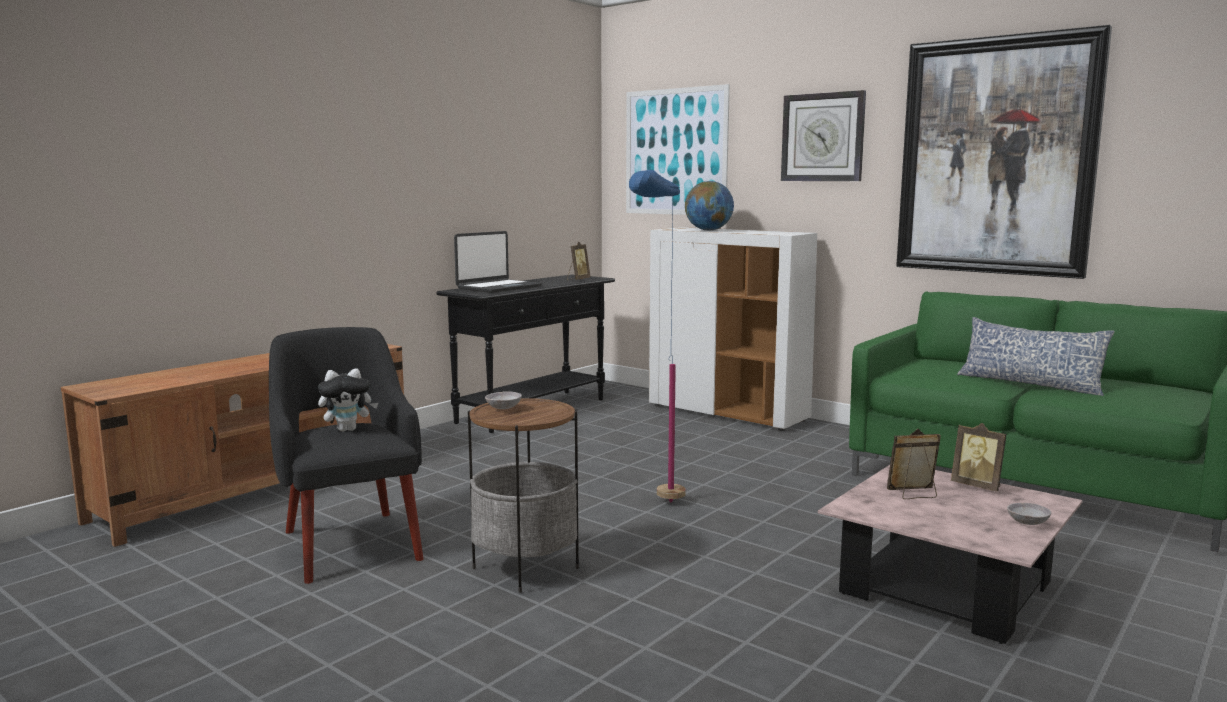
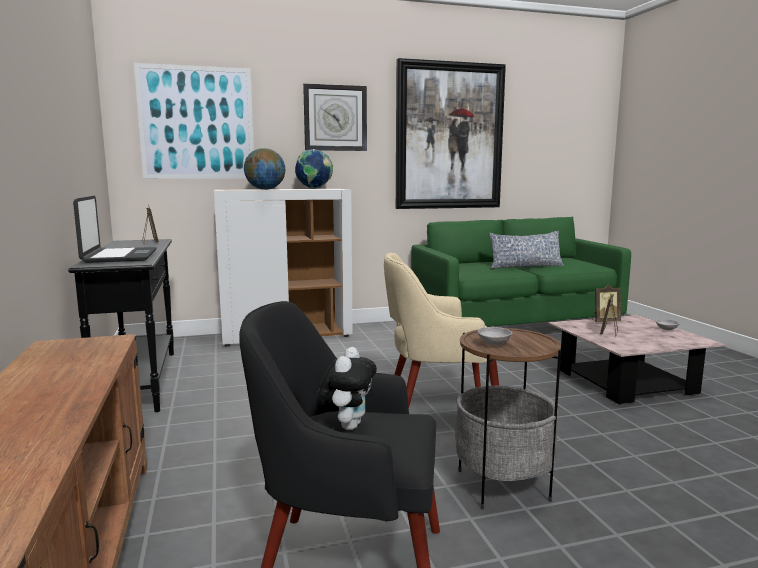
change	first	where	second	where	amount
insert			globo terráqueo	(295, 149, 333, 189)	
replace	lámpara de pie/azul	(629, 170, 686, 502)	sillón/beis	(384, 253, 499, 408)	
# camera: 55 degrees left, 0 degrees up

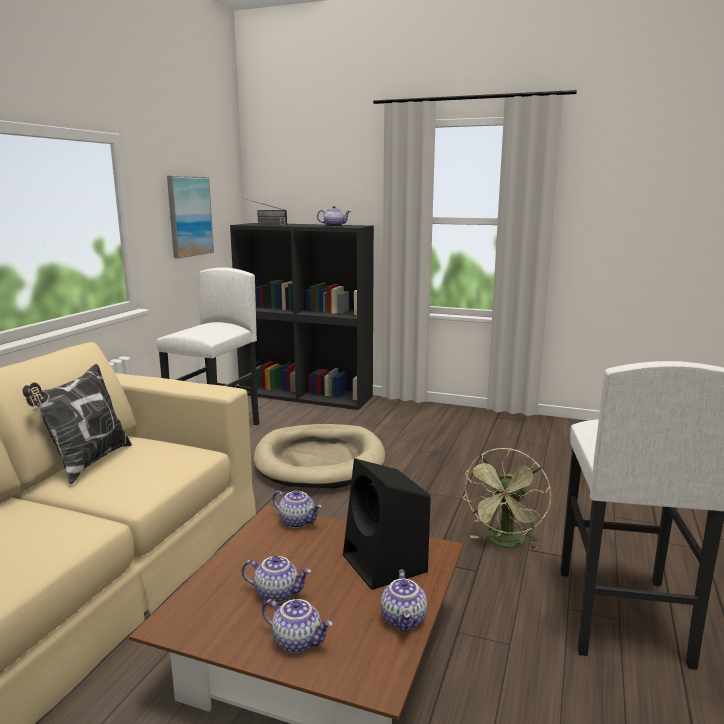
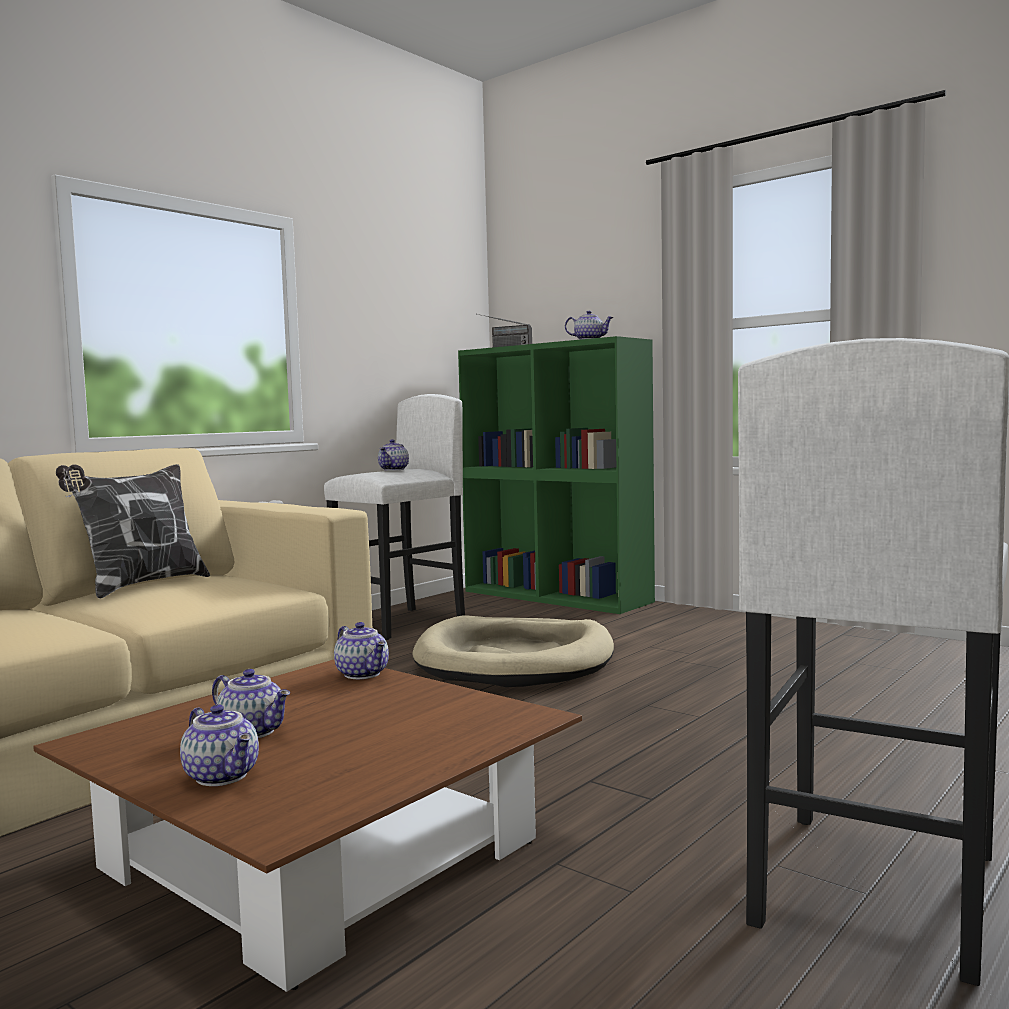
change	first	where	second	where	amount
move	tetera	(381, 569, 427, 631)		(378, 439, 409, 471)	
recolor	estantería/negro	(230, 223, 374, 410)	estantería/verde	(458, 336, 655, 614)	
delete	cuadro	(167, 176, 214, 258)			
delete	altavoz/negro	(343, 458, 431, 590)			
delete	ventilador/verde	(462, 448, 551, 550)			
# camera: 20 degrees right, 10 degrees down

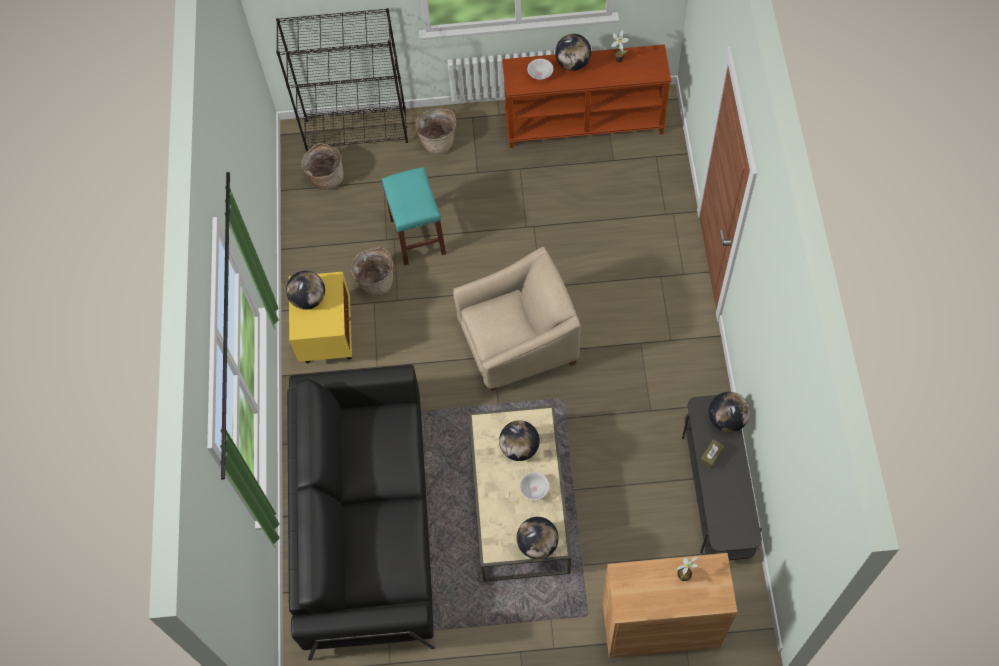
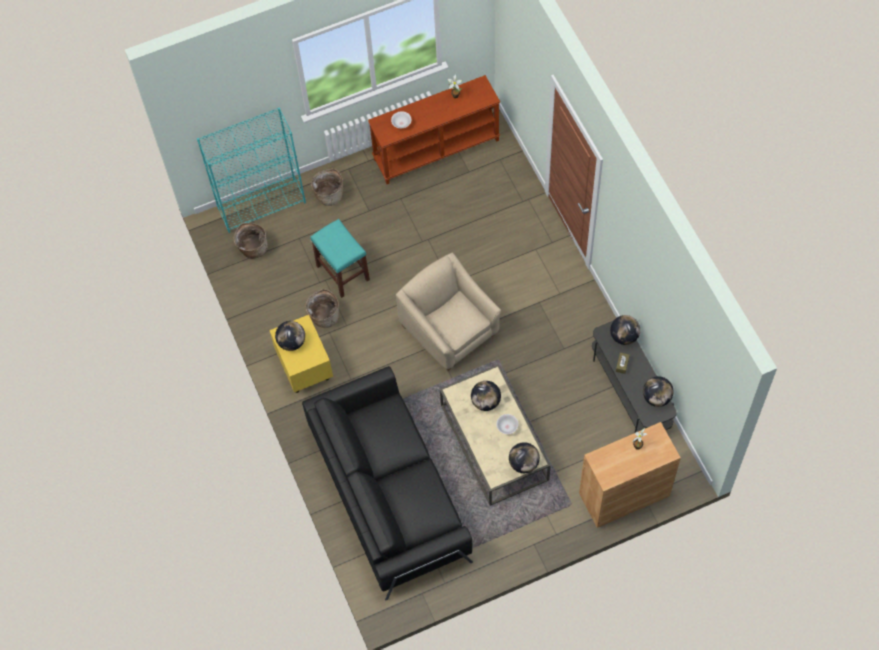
change	first	where	second	where	amount
recolor	estantería/negro	(276, 8, 408, 152)	estantería/turquesa	(197, 108, 306, 233)	
rotate	sillón/beis	(453, 247, 580, 391)		(396, 253, 501, 371)	90 degrees counterclockwise
move	globo terráqueo	(555, 34, 591, 71)		(643, 376, 674, 407)	
# camera: 20 degrees left, 0 degrees up

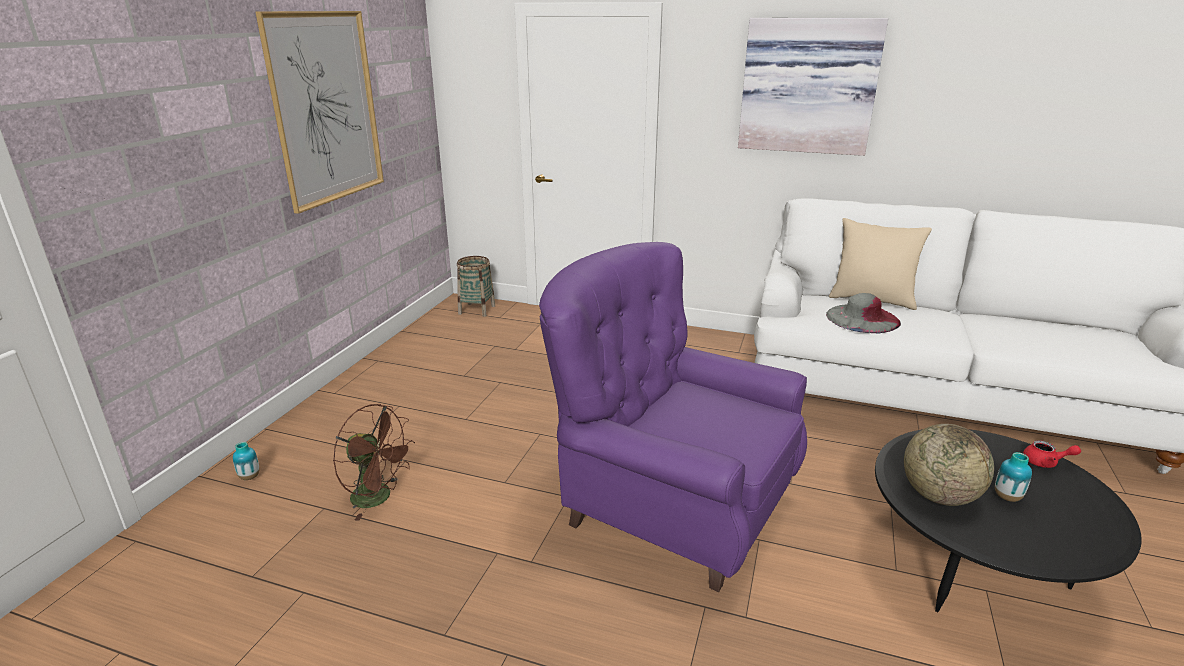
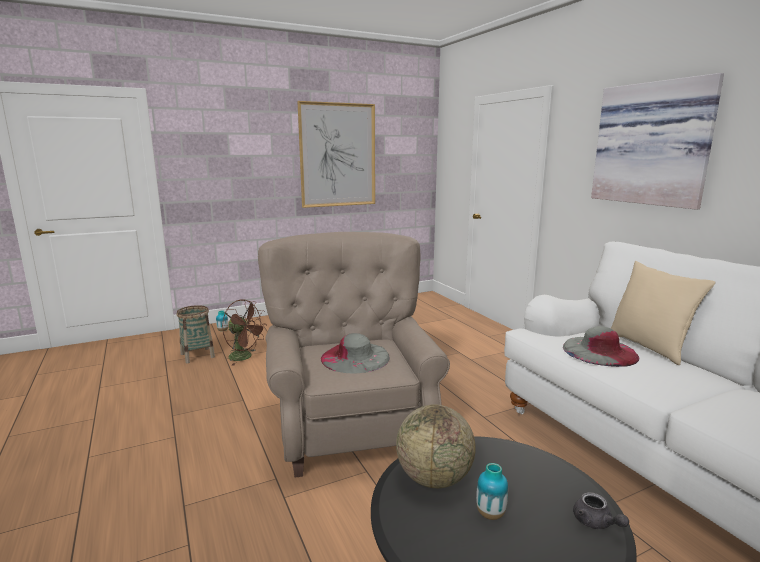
change	first	where	second	where	amount
move	cesta	(457, 256, 495, 317)		(177, 305, 215, 364)	
rotate	ventilador/marrón	(333, 404, 415, 520)		(222, 299, 267, 366)	45 degrees counterclockwise
recolor	sillón/morado	(539, 242, 807, 592)	sillón/beis	(258, 232, 450, 478)	
insert			sombrero/gris	(321, 333, 390, 374)	
recolor	tetera/rojo	(1023, 440, 1081, 468)	tetera/gris	(573, 492, 629, 529)	
# camera: 45 degrees right, 10 degrees down

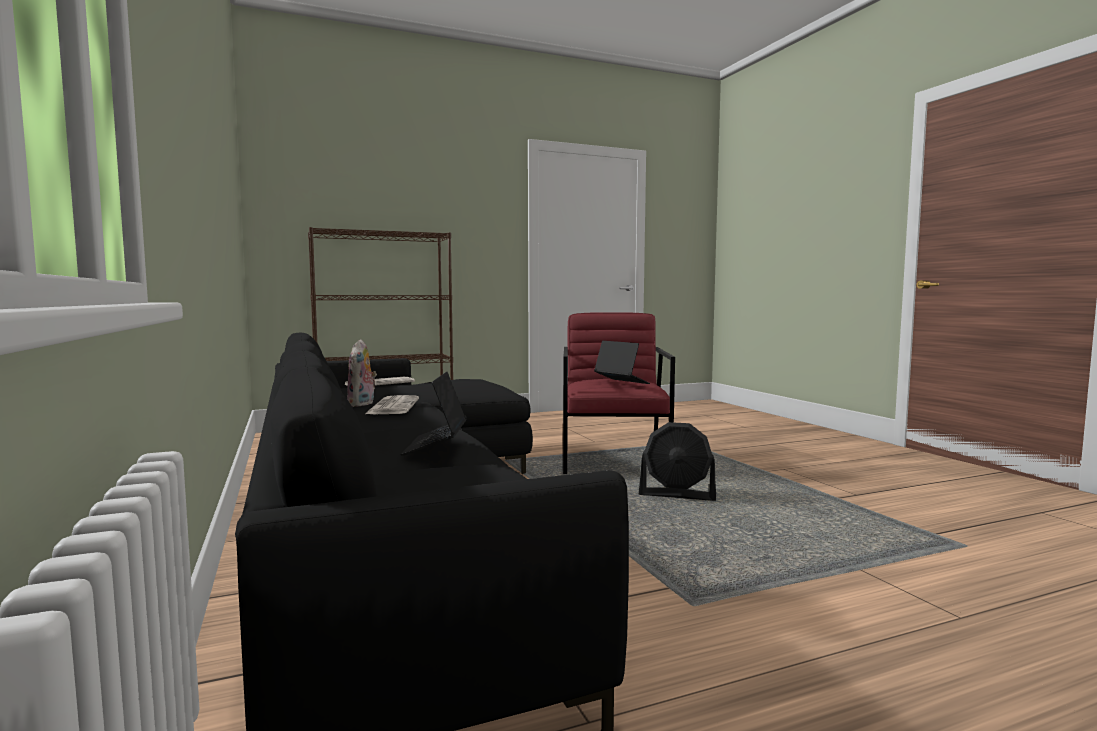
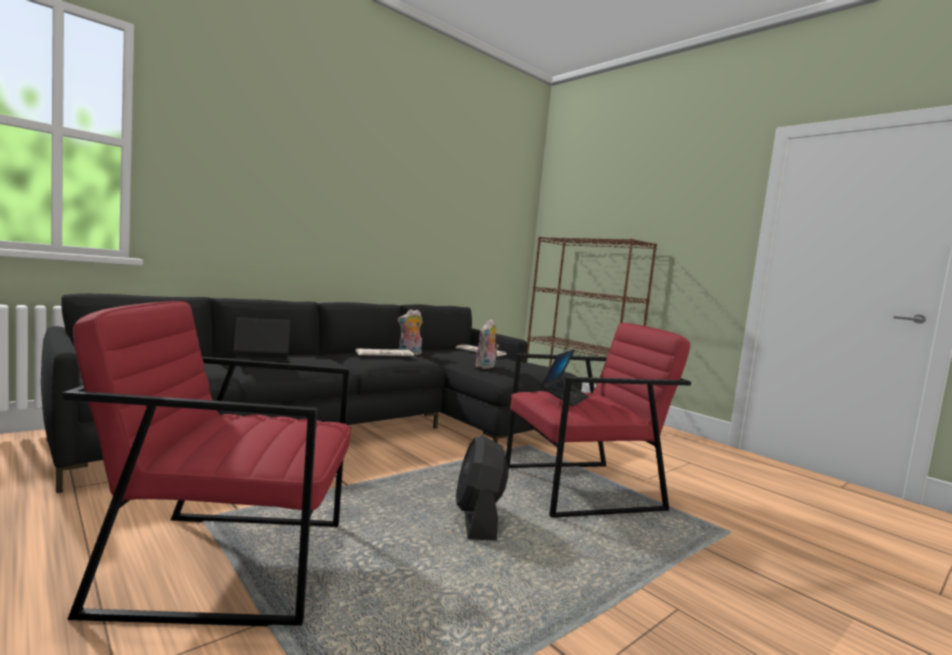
change	first	where	second	where	amount
insert			sillón/rojo	(62, 301, 351, 626)	
insert			peluche	(475, 319, 499, 369)	
# camera: 70 degrees right, 0 degrees up

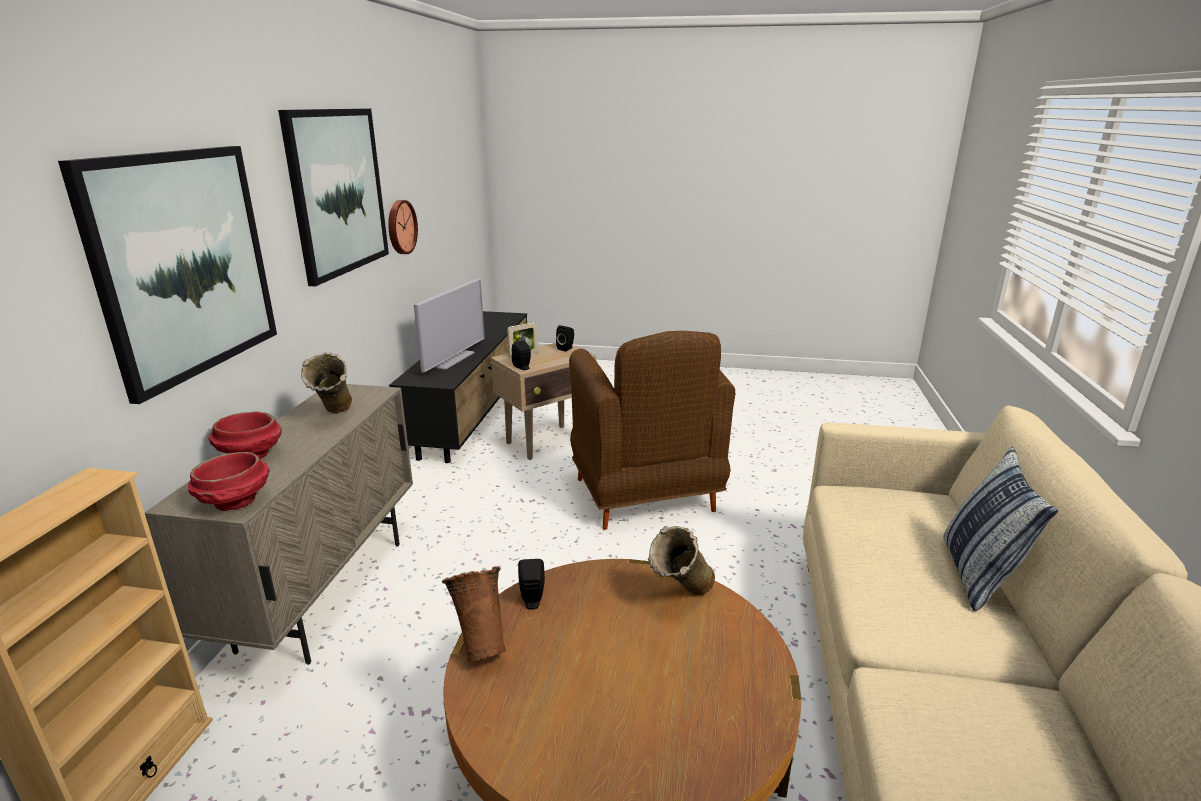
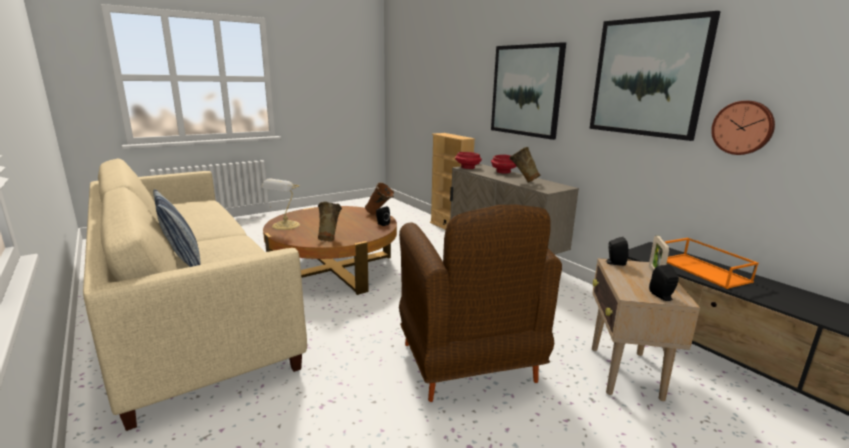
change	first	where	second	where	amount
insert			lámpara de mesa	(261, 179, 300, 230)	
rotate	sillón/marrón	(569, 331, 735, 530)		(399, 205, 562, 402)	135 degrees counterclockwise
replace	televisor	(414, 278, 485, 373)	bandeja/naranja	(665, 238, 759, 289)	
# camera: 135 degrees right, 5 degrees down

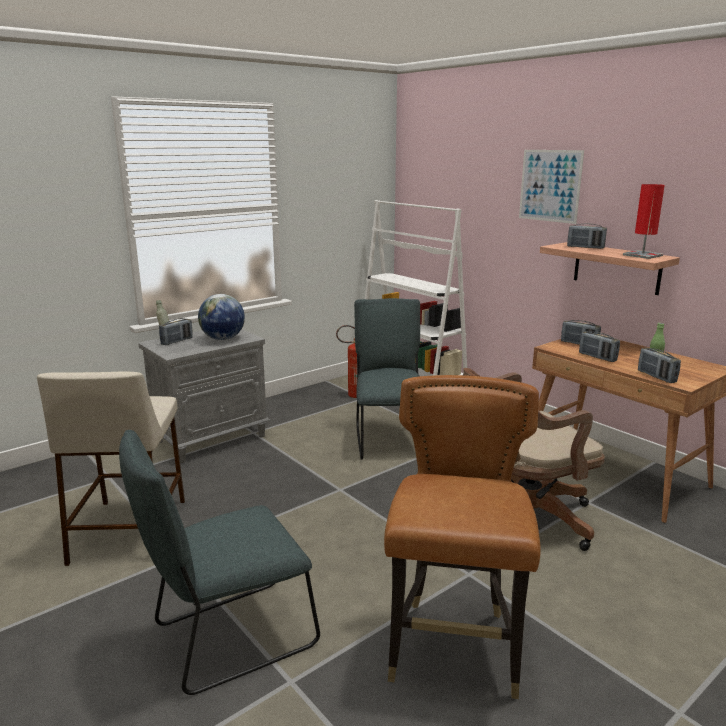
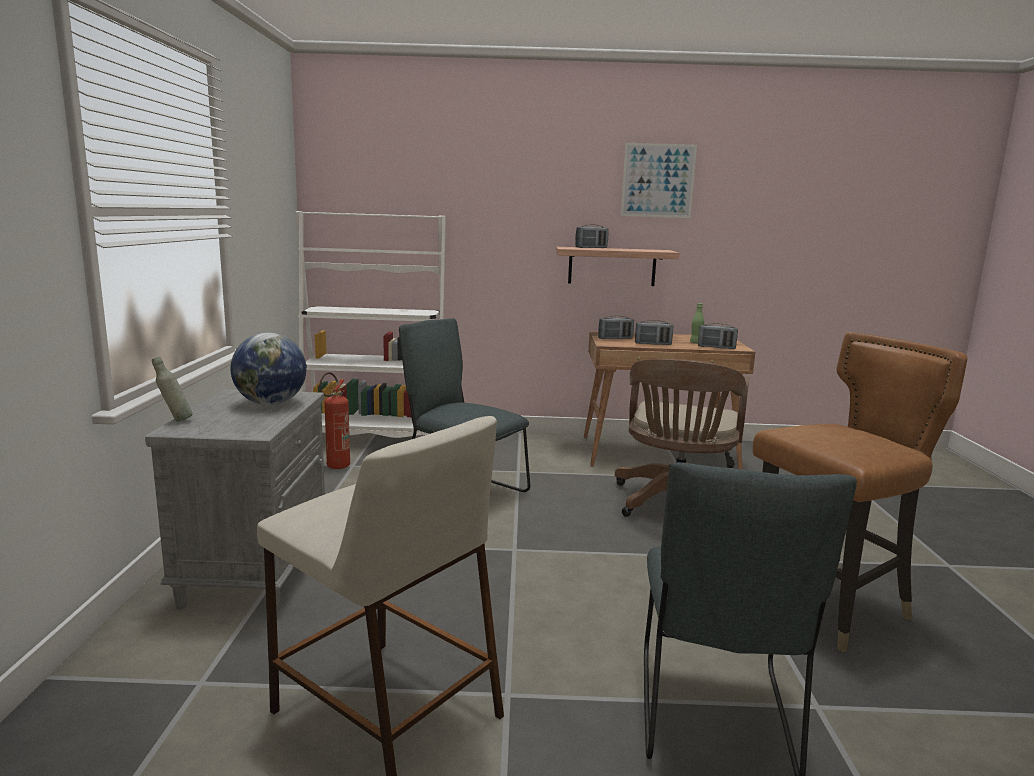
change	first	where	second	where	amount
move	cuadro	(519, 150, 584, 224)		(621, 143, 697, 218)	
rotate	silla/marrón	(384, 375, 541, 699)		(753, 332, 967, 652)	105 degrees clockwise
delete	radio	(159, 318, 193, 345)			
delete	lámpara de mesa/rojo	(623, 184, 665, 259)			
# camera: 50 degrees left, 5 degrees down

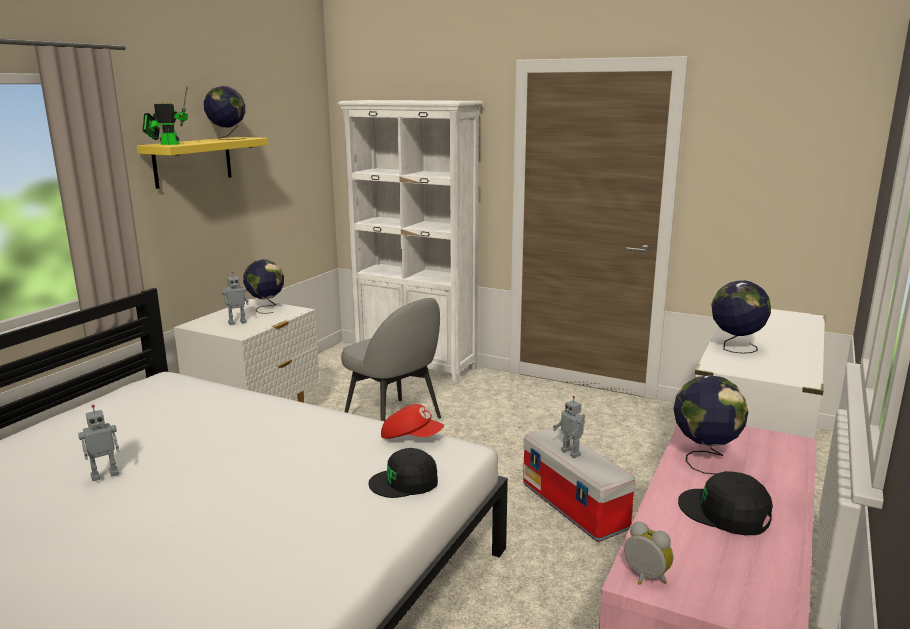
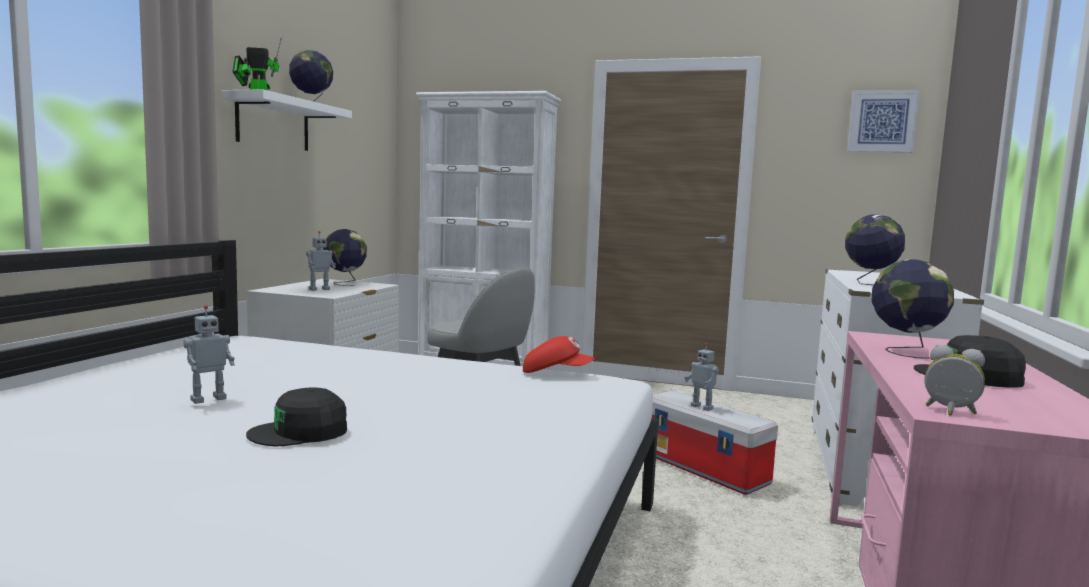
change	first	where	second	where	amount
recolor	estante/amarillo	(137, 137, 268, 189)	estante/blanco	(222, 89, 352, 151)	
move	gorra/negro	(368, 448, 438, 498)		(246, 387, 347, 446)	
insert			cuadro	(847, 90, 920, 152)	
# camera: 10 degrees left, 10 degrees down

